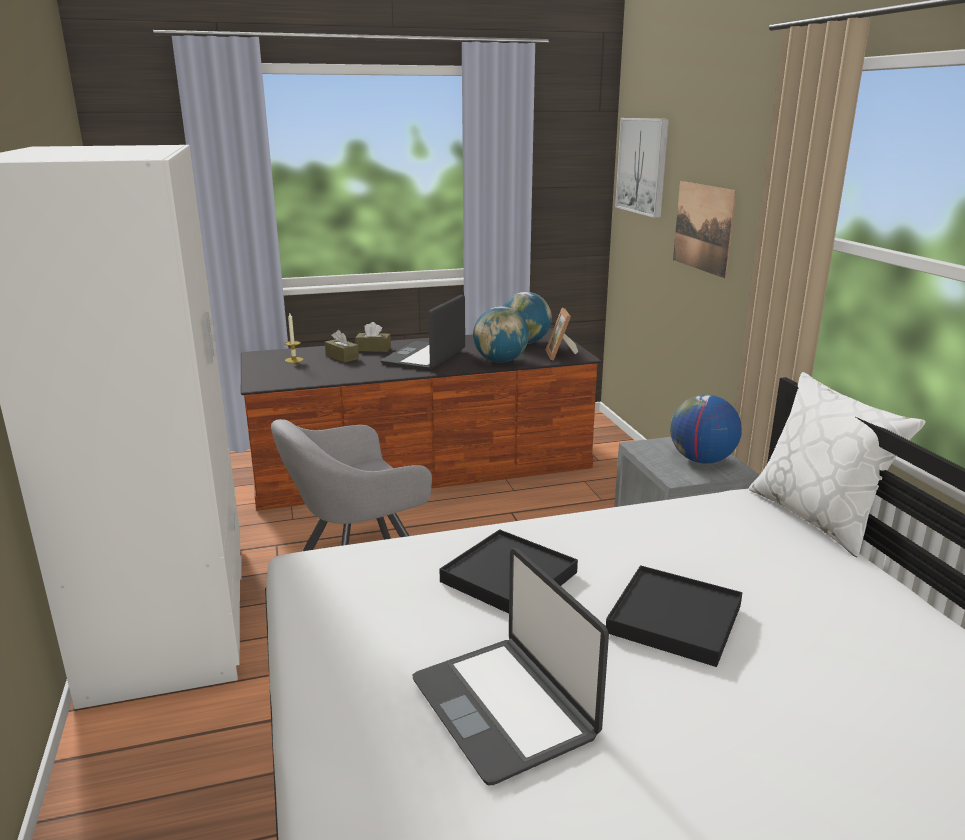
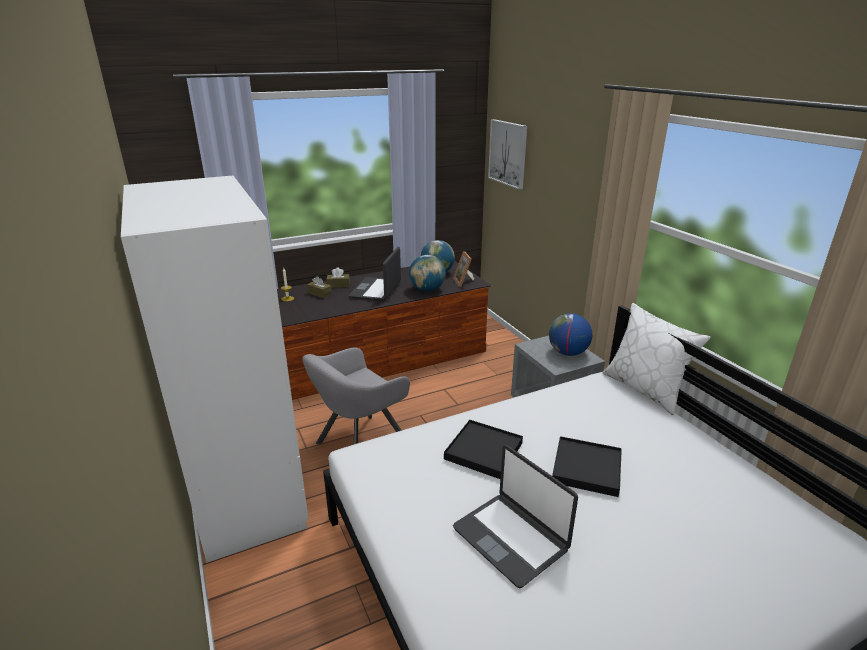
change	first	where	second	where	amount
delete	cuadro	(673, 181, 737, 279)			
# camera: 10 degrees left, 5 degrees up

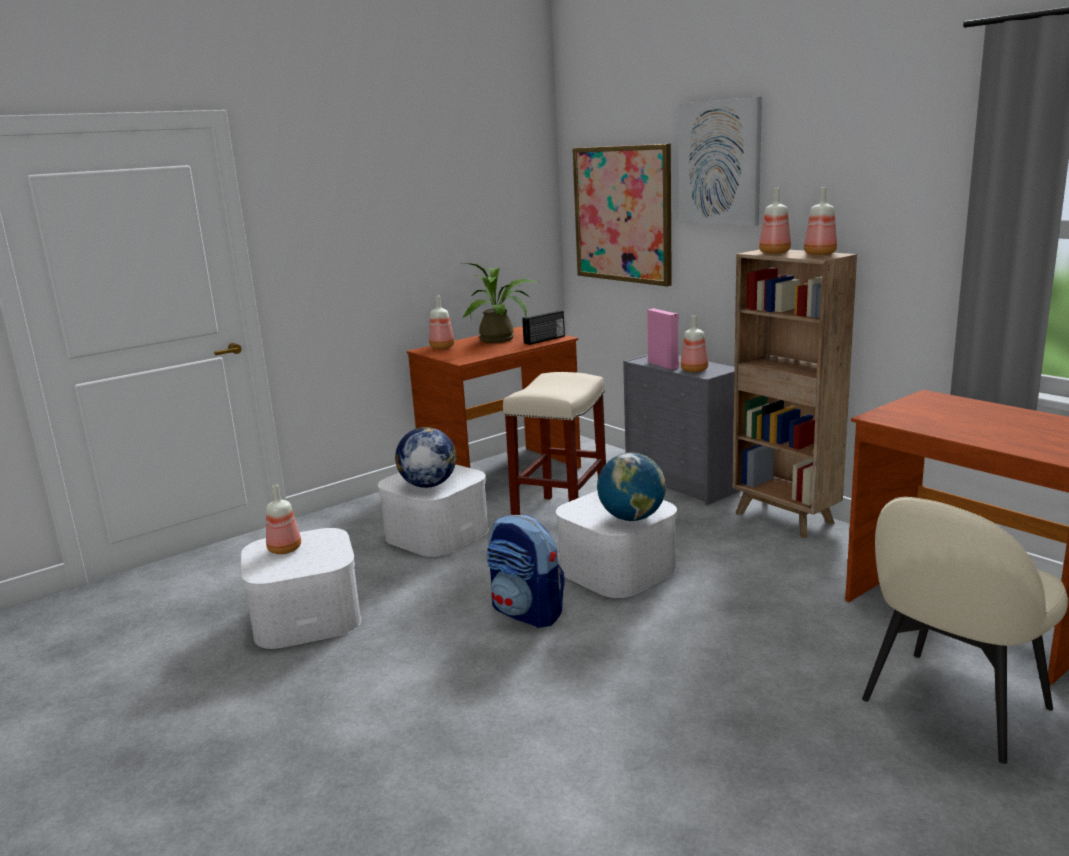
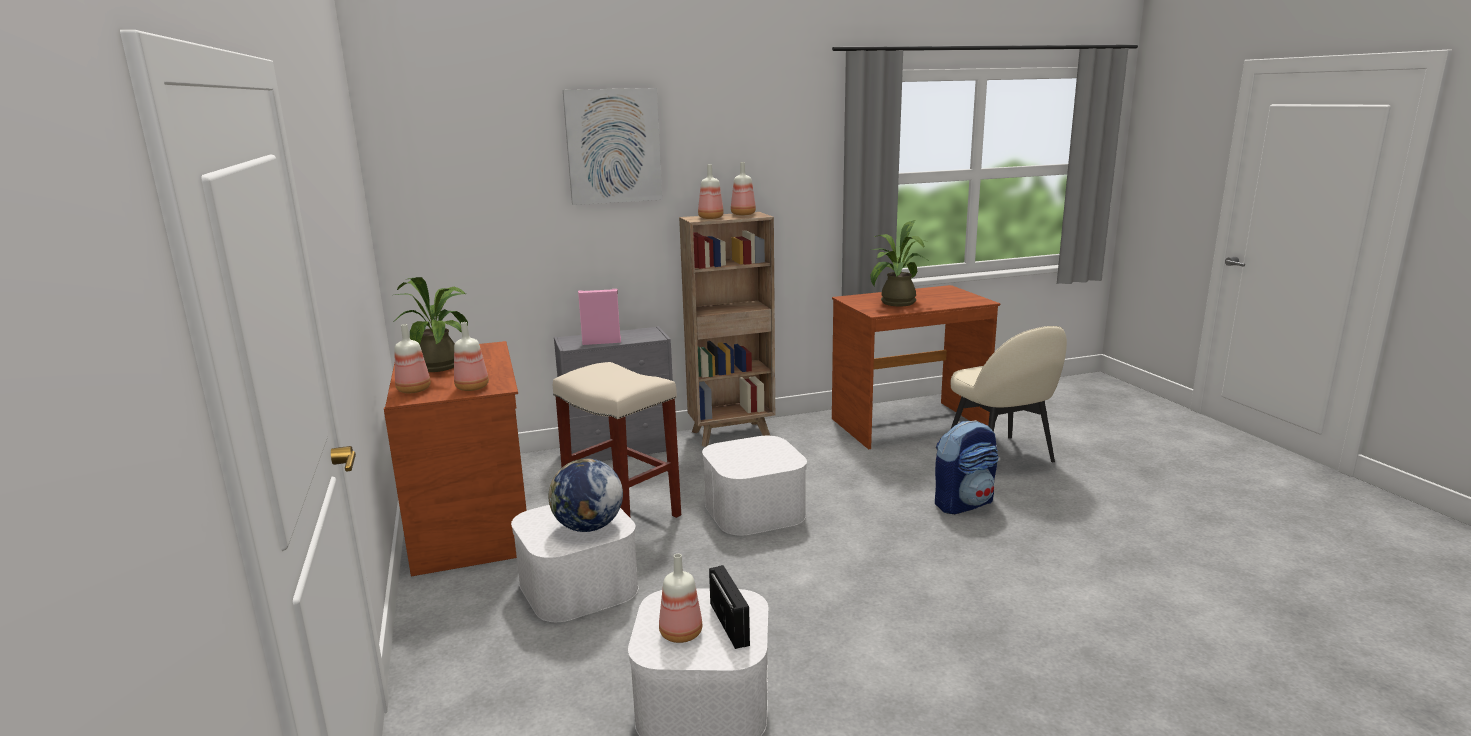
change	first	where	second	where	amount
move	botella	(681, 315, 708, 372)		(454, 322, 489, 391)	
move	radio	(522, 310, 565, 345)		(709, 565, 750, 649)	
insert			planta en maceta	(871, 220, 927, 306)	
move	mochila	(487, 515, 565, 628)		(935, 420, 999, 514)	
delete	cuadro	(572, 144, 672, 286)			
delete	globo terráqueo	(597, 452, 666, 521)			
# camera: 70 degrees left, 0 degrees up

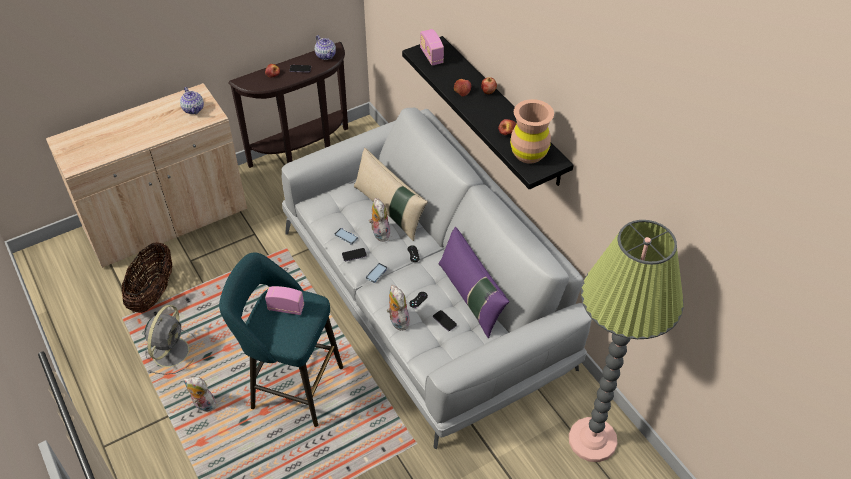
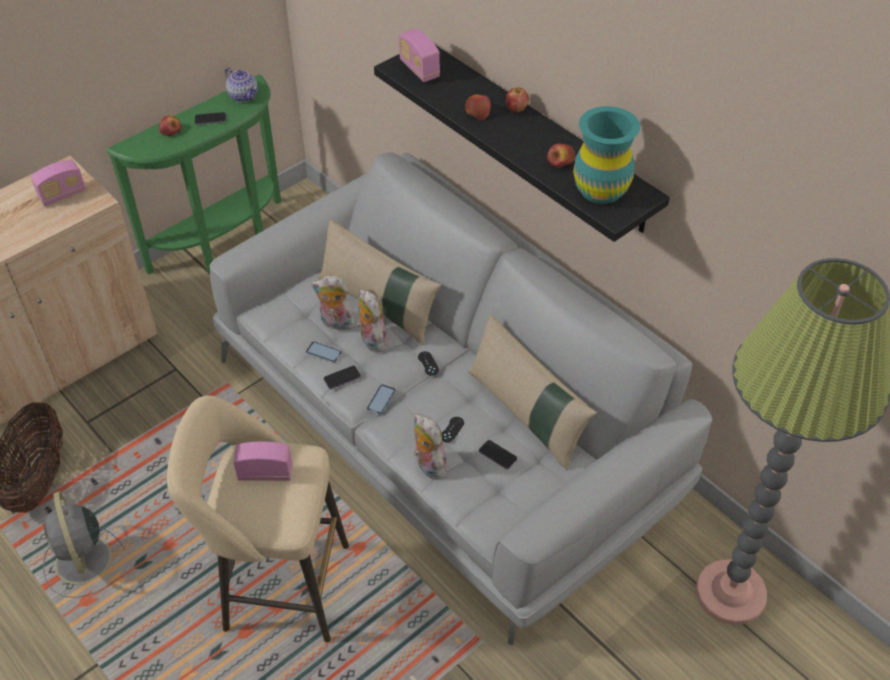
change	first	where	second	where	amount
replace	tetera	(180, 87, 204, 114)	radio	(31, 160, 86, 206)	
rotate	ventilador/gris	(144, 305, 196, 375)		(43, 491, 125, 598)	150 degrees clockwise
recolor	mesa consola/marrón	(228, 42, 348, 168)	mesa consola/verde	(106, 75, 281, 274)	
recolor	taburete/turquesa	(219, 252, 343, 427)	taburete/beis	(167, 396, 349, 642)	
move	peluche	(183, 377, 217, 412)		(311, 275, 355, 331)	
recolor	cojín/morado	(439, 227, 509, 338)	cojín/beis	(469, 315, 597, 471)	
recolor	florero/marrón	(510, 99, 554, 164)	florero/turquesa	(573, 106, 640, 204)	
# camera: 10 degrees left, 0 degrees up

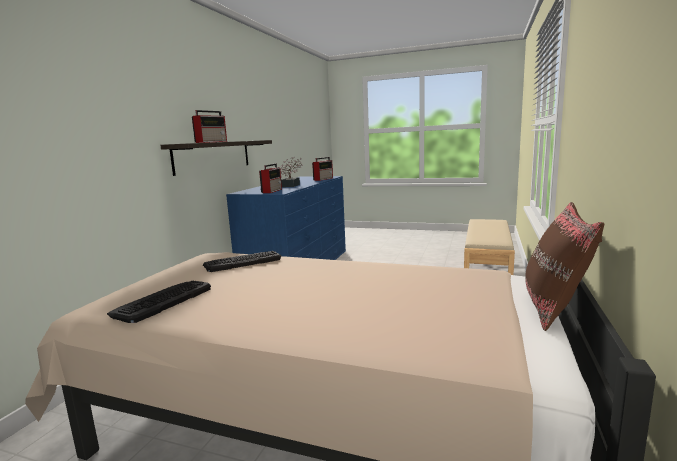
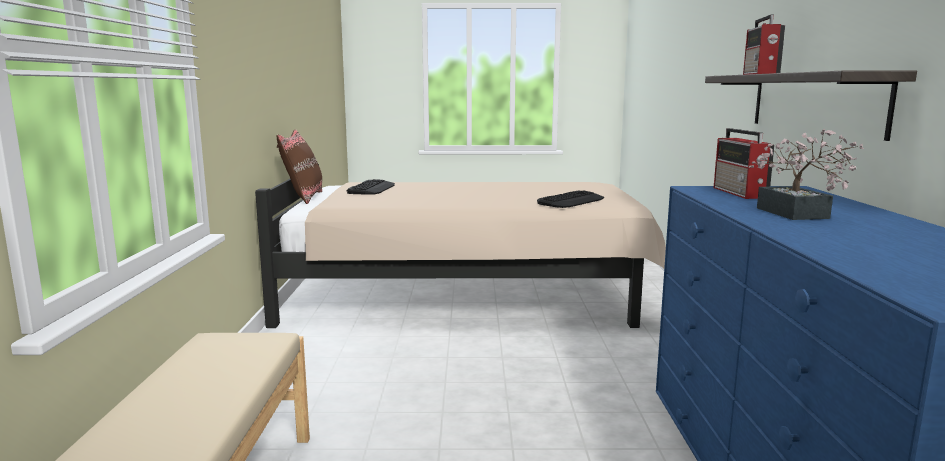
change	first	where	second	where	amount
move	teclado	(107, 281, 211, 323)		(347, 179, 395, 195)	
delete	radio	(312, 157, 333, 181)			
# camera: 160 degrees right, 0 degrees up

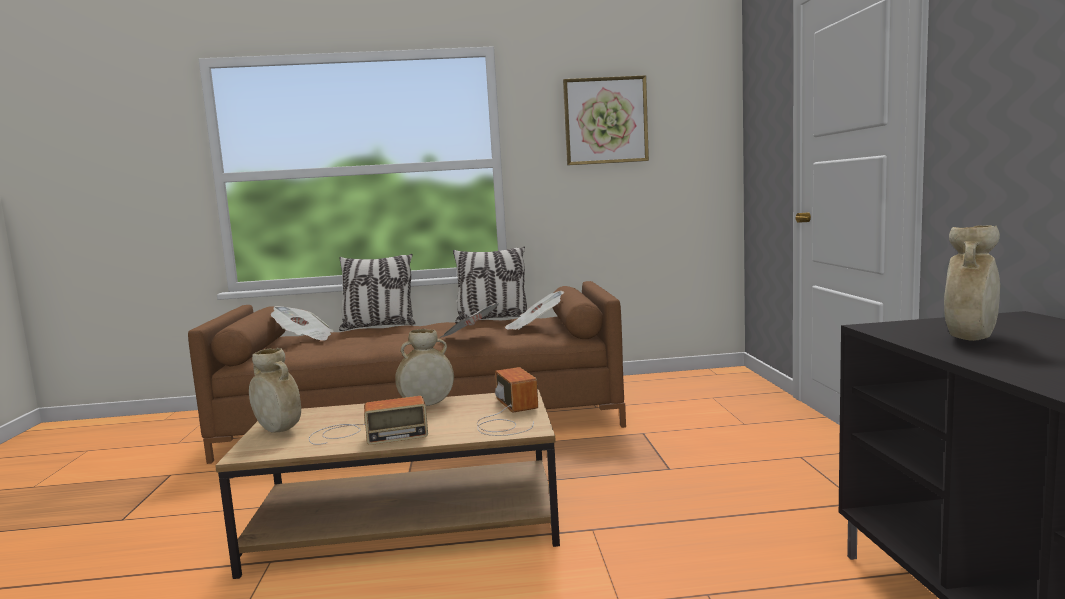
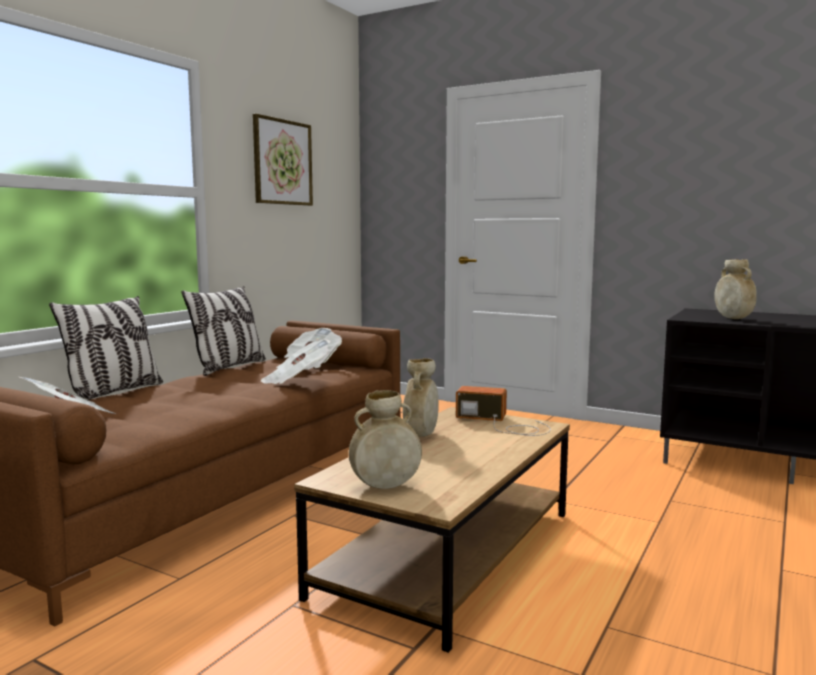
change	first	where	second	where	amount
delete	radio	(309, 396, 428, 445)			
# camera: 55 degrees left, 0 degrees up

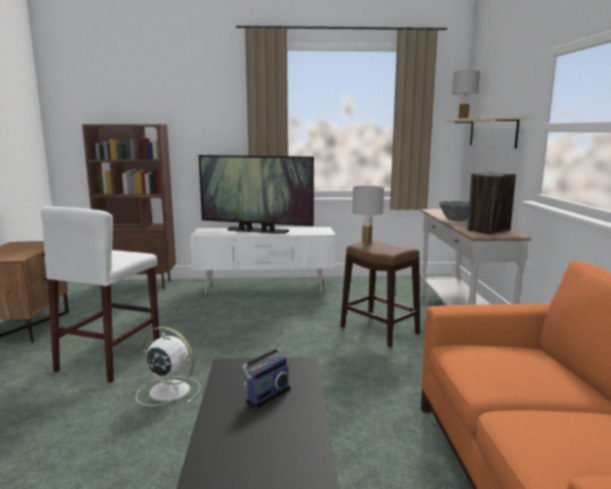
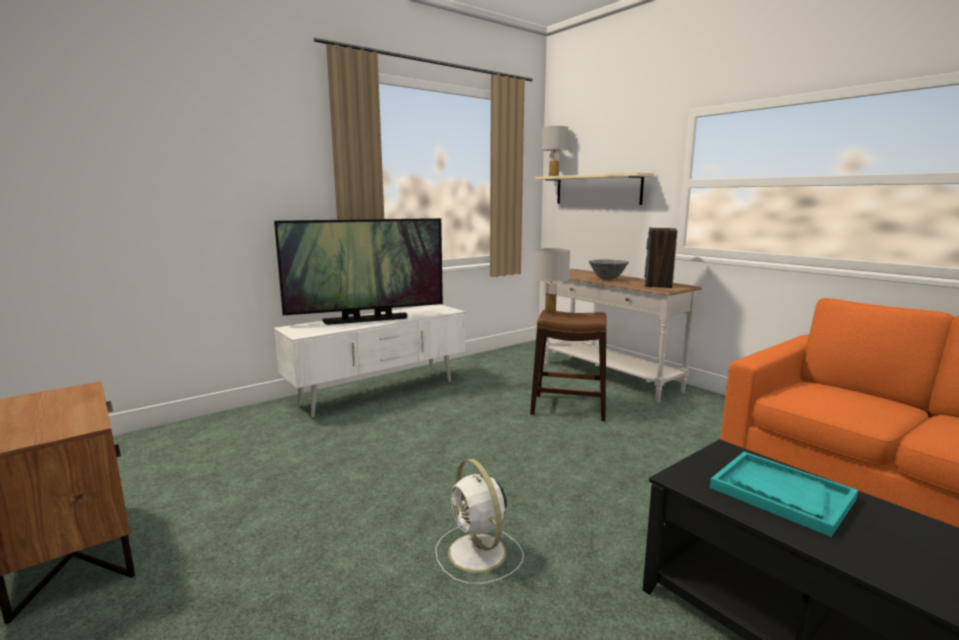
change	first	where	second	where	amount
rotate	ventilador/blanco	(136, 327, 201, 406)		(435, 459, 524, 584)	105 degrees counterclockwise
replace	radio	(242, 331, 290, 409)	bandeja/turquesa	(710, 452, 858, 537)	
delete	taburete/blanco	(41, 206, 160, 383)			
delete	estantería/marrón	(82, 124, 176, 289)			
# camera: 35 degrees left, 0 degrees up

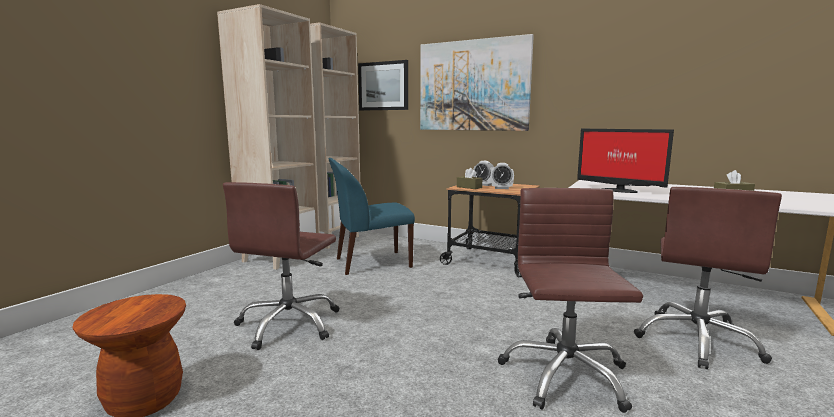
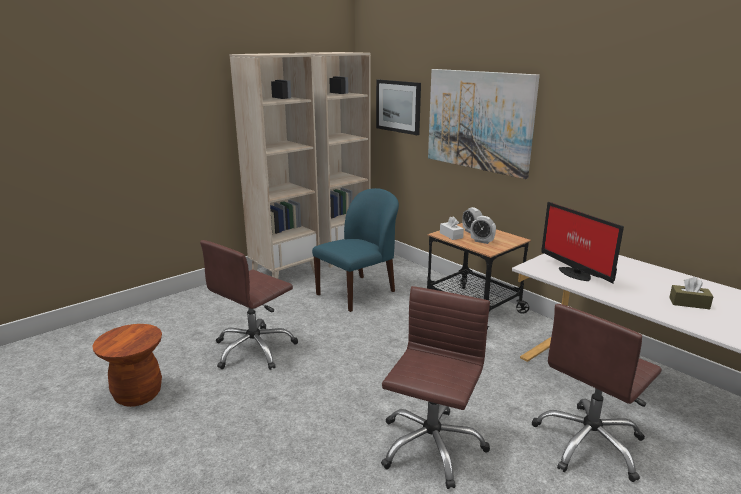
change	first	where	second	where	amount
rotate	silla/azul	(328, 158, 415, 275)		(312, 188, 399, 312)	135 degrees clockwise
recolor	caja de pañuelos/marrón	(457, 168, 482, 189)	caja de pañuelos/blanco	(440, 217, 464, 240)	
# camera: 20 degrees right, 10 degrees up

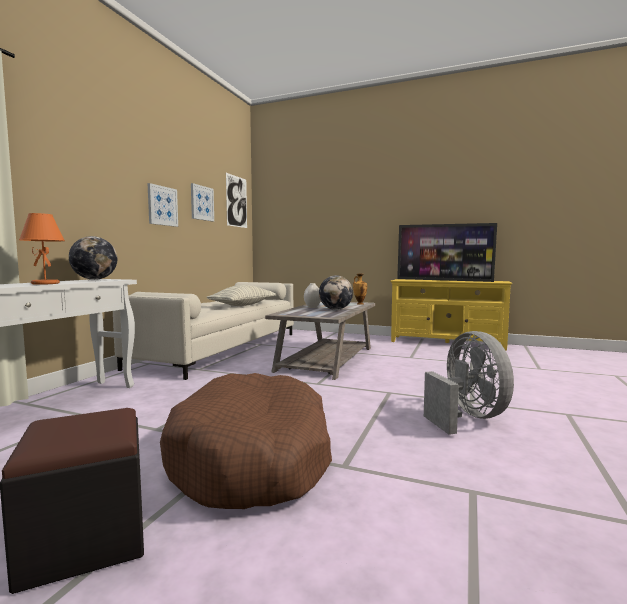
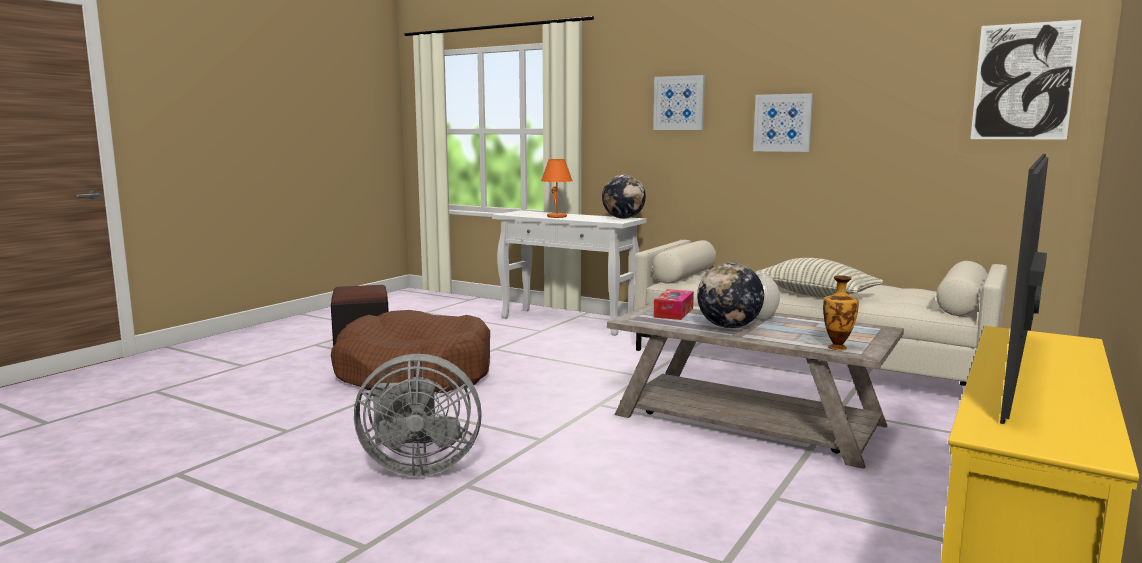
change	first	where	second	where	amount
move	cuadro	(191, 183, 214, 221)		(653, 75, 705, 130)	
insert			caja de pañuelos	(654, 289, 694, 320)	
# camera: 100 degrees right, 5 degrees up

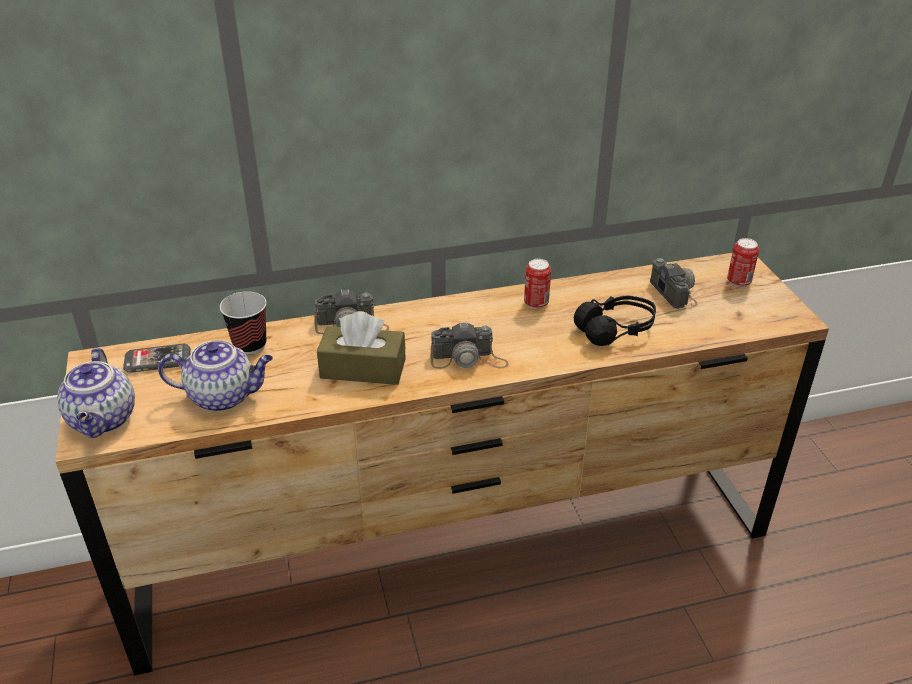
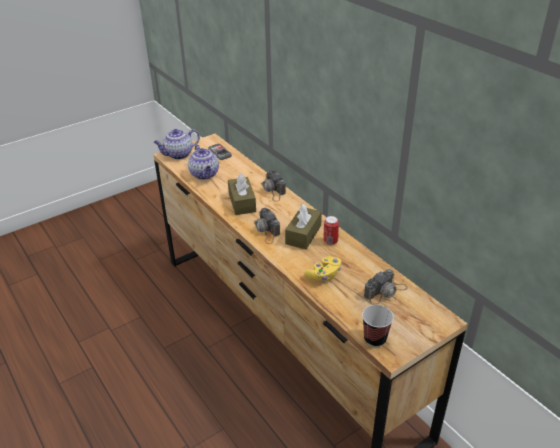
change	first	where	second	where	amount
insert			caja de pañuelos/marrón	(285, 204, 322, 250)	
replace	auriculares/negro	(574, 296, 656, 346)	mando de consola/amarillo	(304, 256, 341, 281)	
move	taza	(220, 292, 267, 355)		(362, 305, 394, 347)	
delete	lata	(727, 238, 759, 287)			
# camera: 70 degrees right, 0 degrees up

